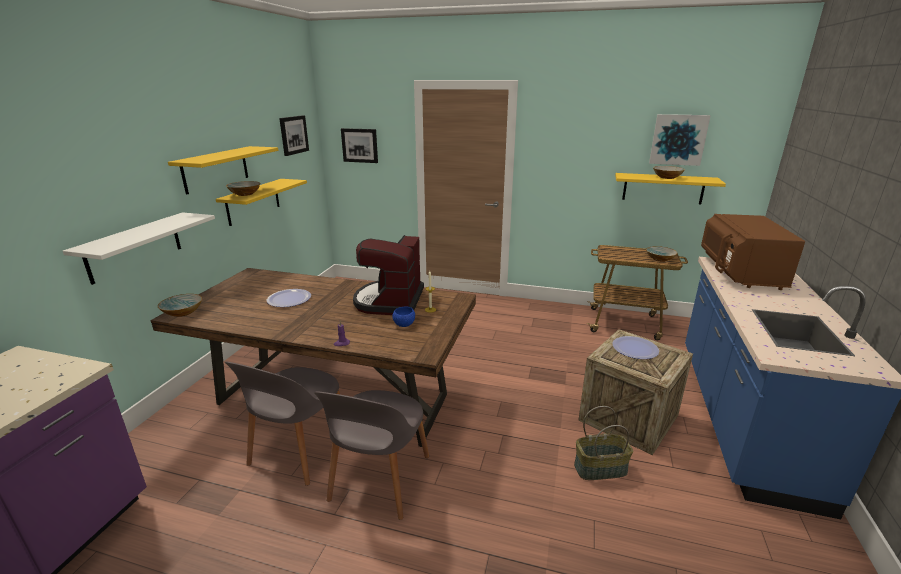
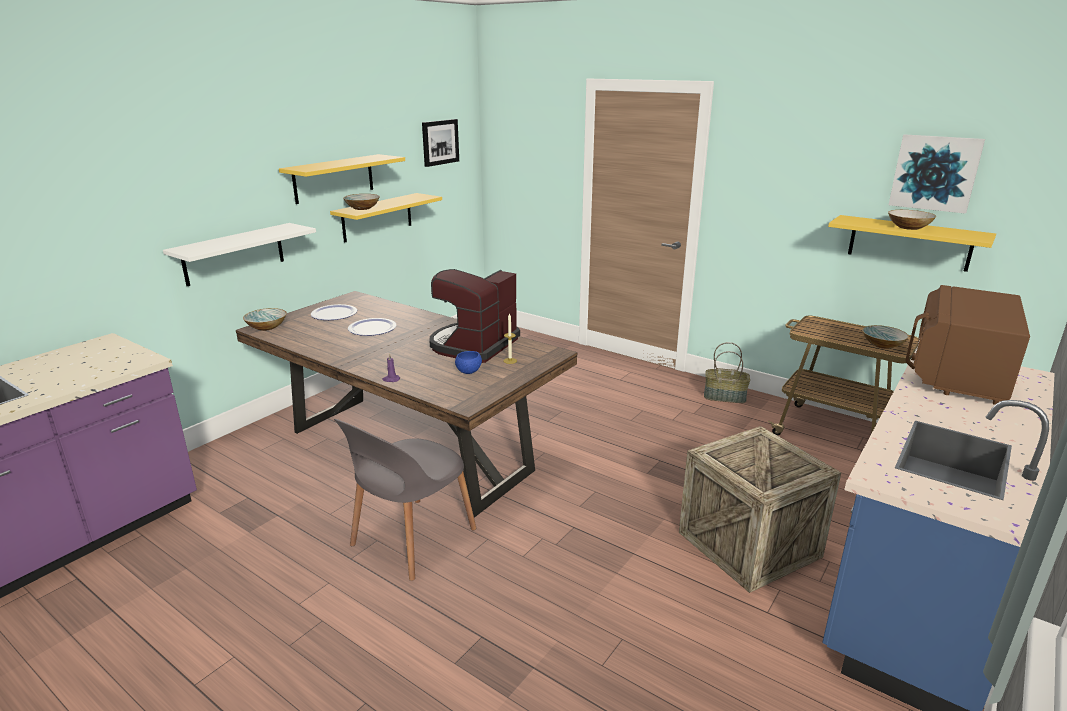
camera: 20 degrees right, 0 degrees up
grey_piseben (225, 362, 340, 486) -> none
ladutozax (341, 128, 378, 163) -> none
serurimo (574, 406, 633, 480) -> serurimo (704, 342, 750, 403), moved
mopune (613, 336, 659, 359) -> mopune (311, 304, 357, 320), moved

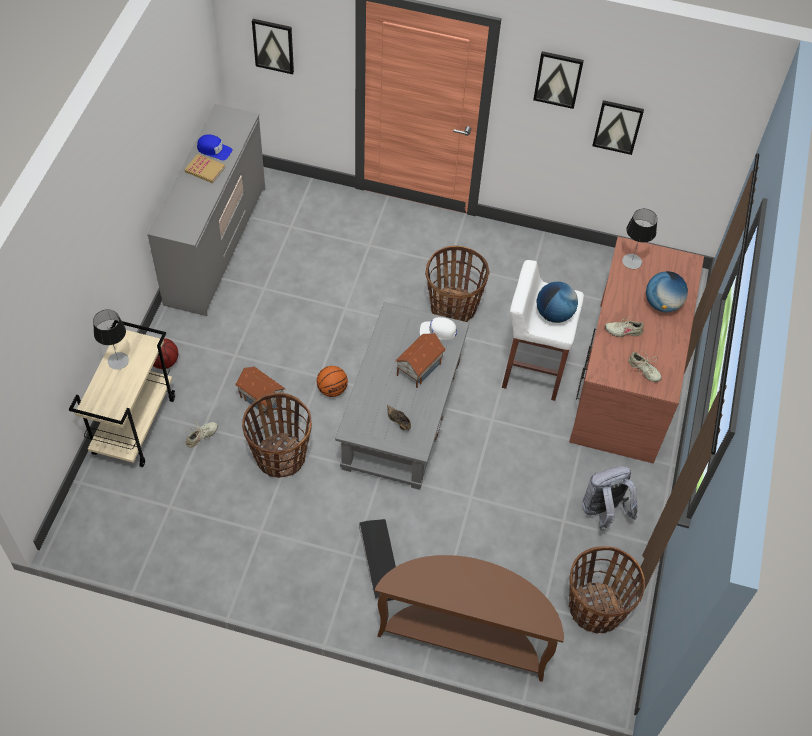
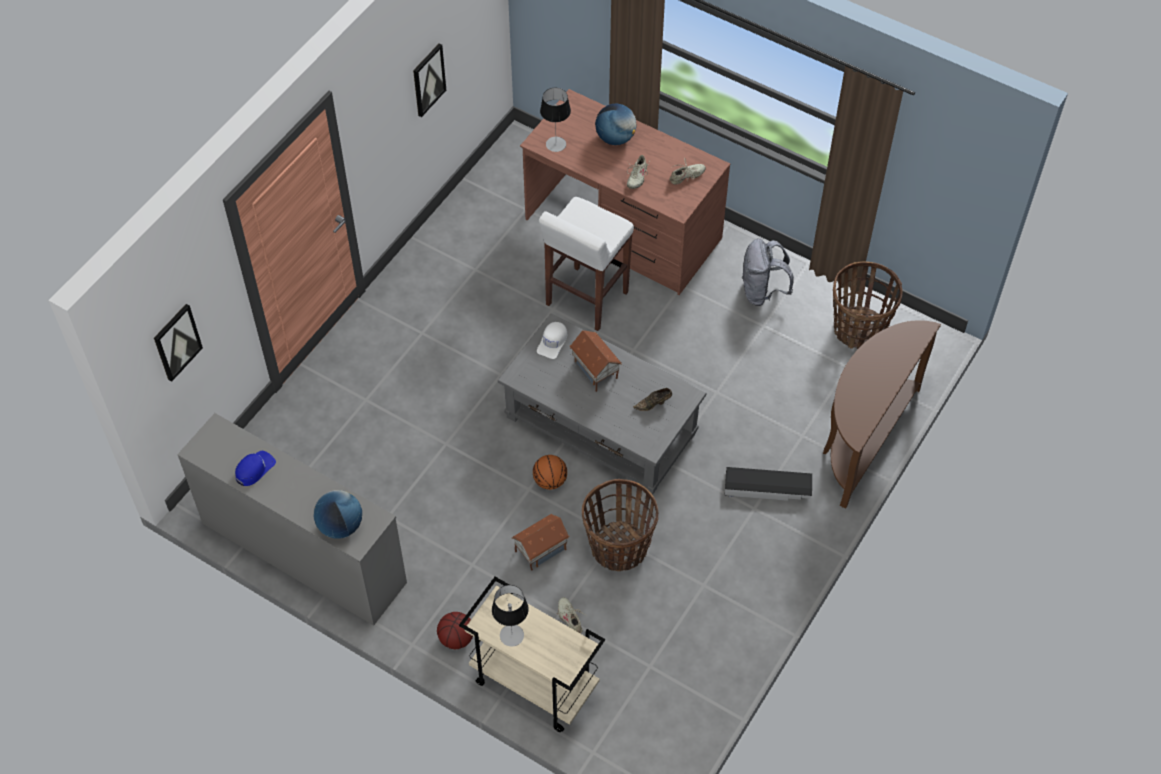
camera: 70 degrees left, 0 degrees up
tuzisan (185, 154, 225, 183) -> none
serurimo (425, 246, 490, 322) -> none
ladutozax (533, 51, 584, 109) -> none
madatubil (536, 282, 578, 323) -> madatubil (314, 490, 362, 539), moved

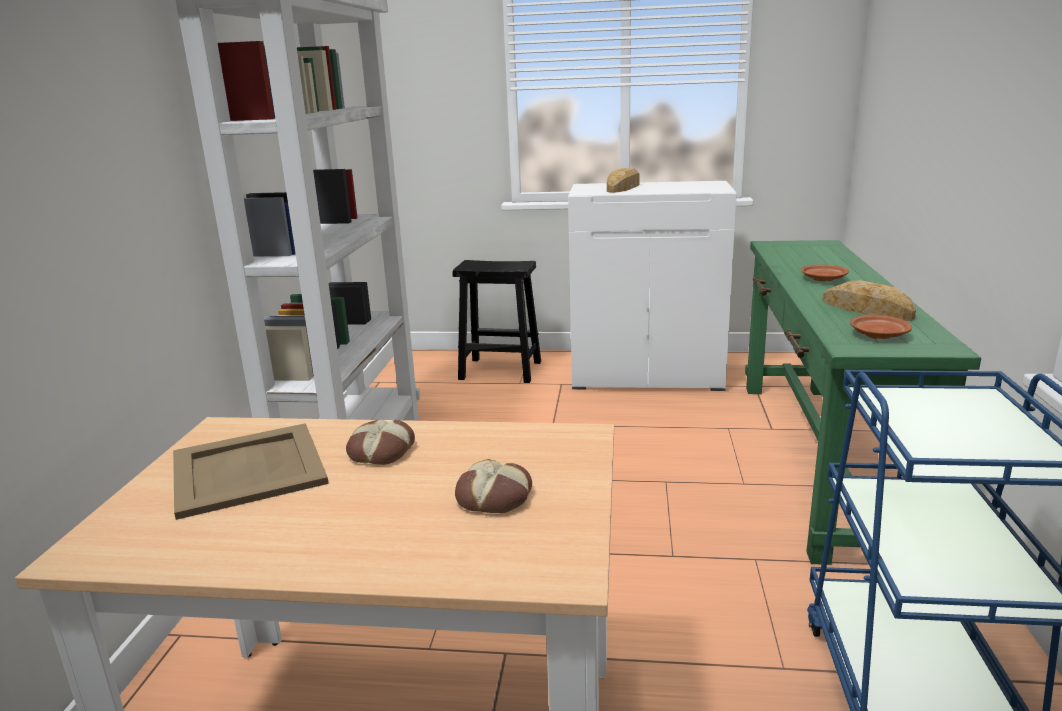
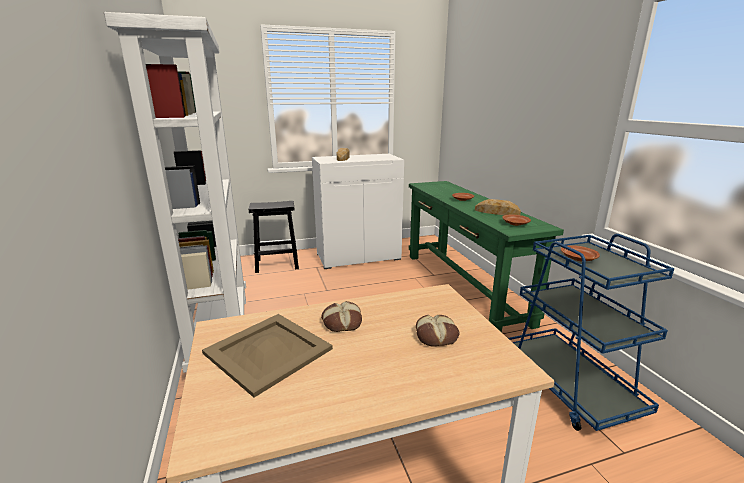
camera: 25 degrees left, 0 degrees up
none -> brown_mopune (561, 245, 600, 262)

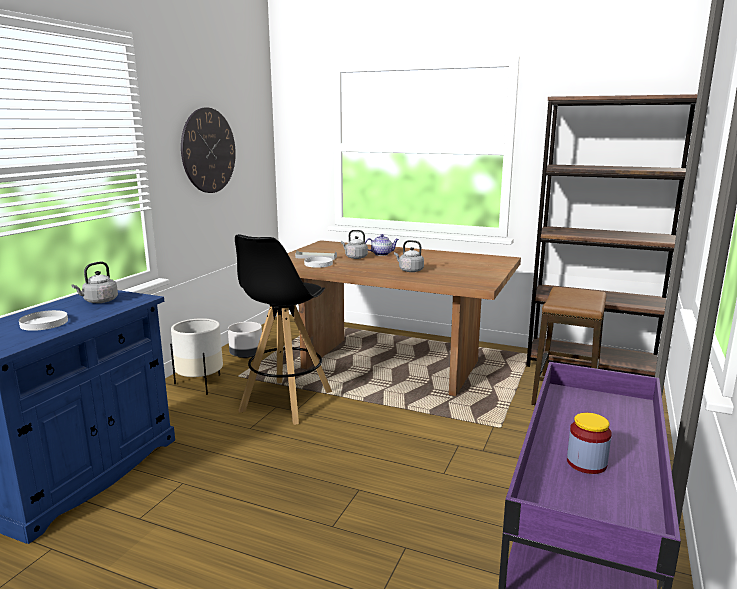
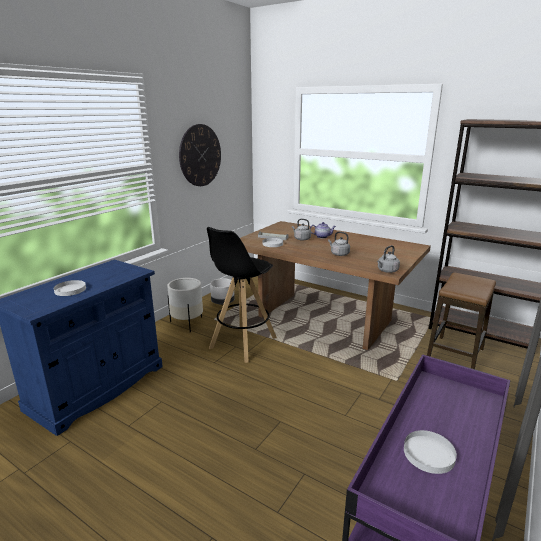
camera: 10 degrees right, 5 degrees up
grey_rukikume (71, 262, 118, 303) -> grey_rukikume (377, 245, 400, 273), moved
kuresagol (567, 413, 611, 474) -> white_mopune (404, 430, 457, 474)

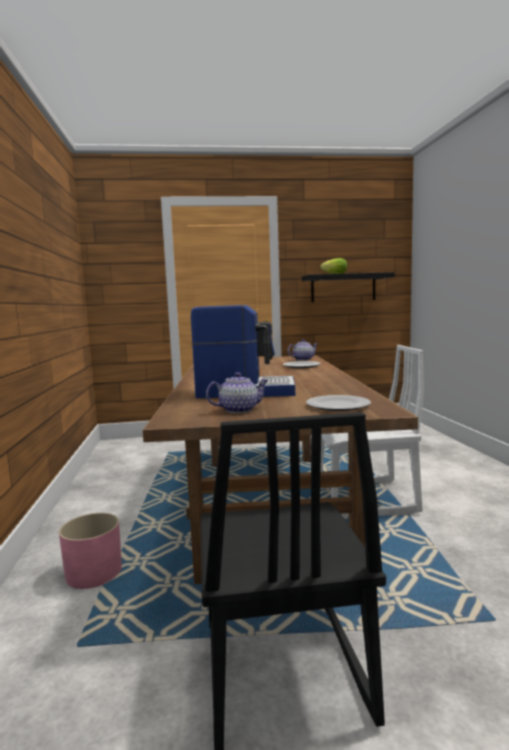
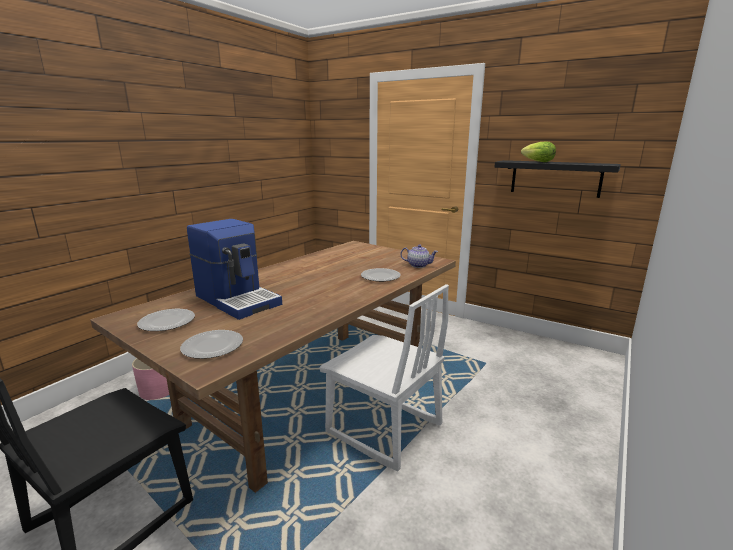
camera: 40 degrees right, 10 degrees up
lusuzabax (206, 372, 269, 413) -> mopune (137, 309, 195, 331)

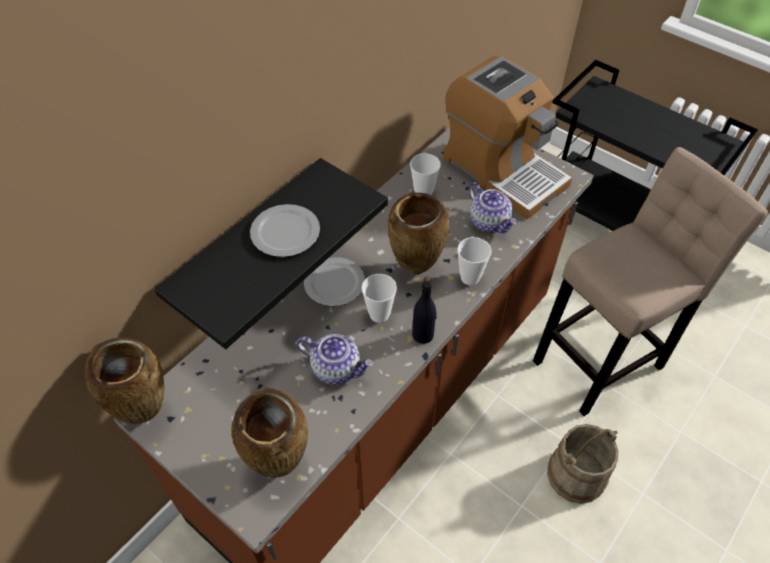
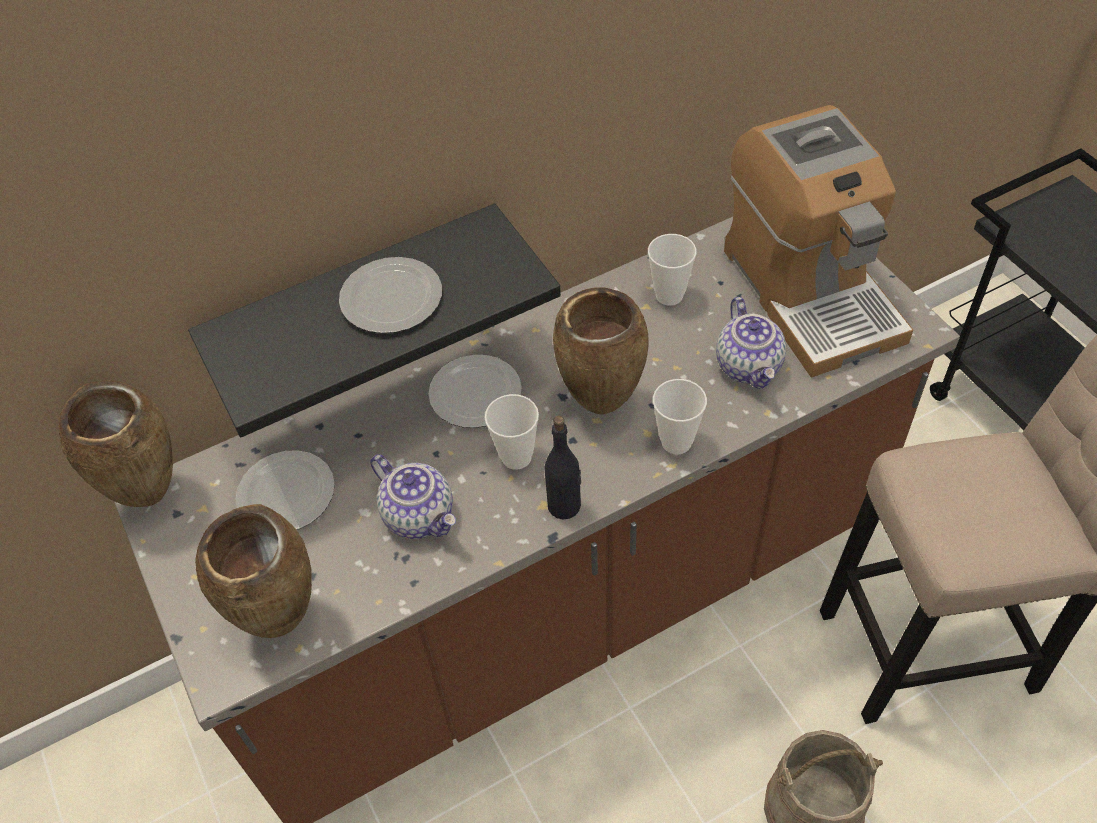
camera: 25 degrees right, 0 degrees up
none -> mopune (236, 450, 335, 530)

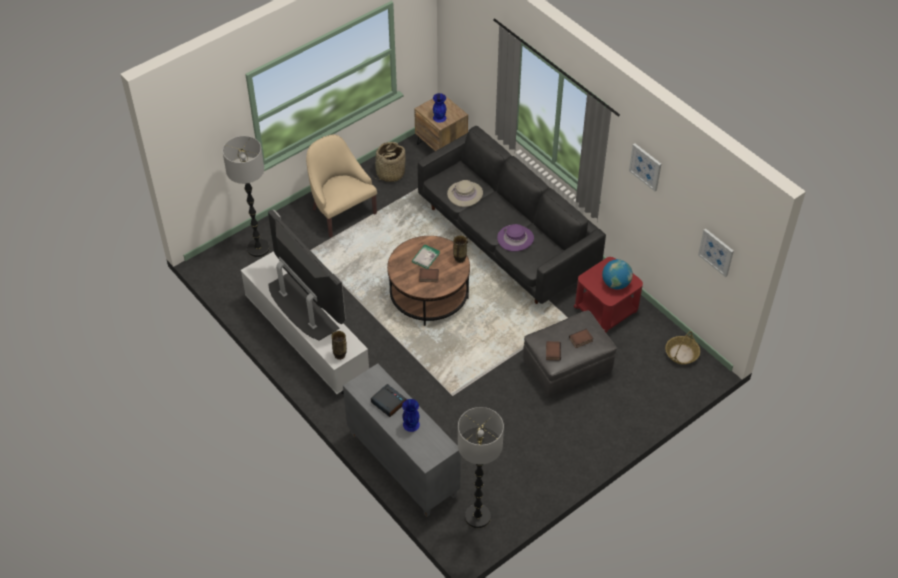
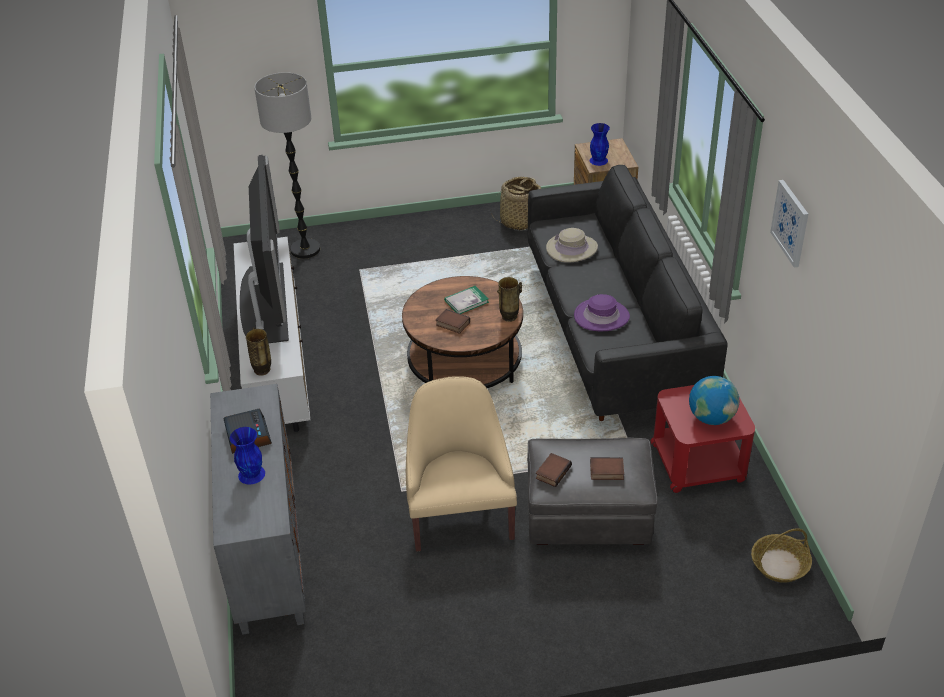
camera: 30 degrees right, 10 degrees down
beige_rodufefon (306, 135, 377, 238) -> beige_rodufefon (406, 376, 517, 552), moved
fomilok (458, 407, 504, 528) -> none
ladutozax (698, 229, 734, 277) -> none

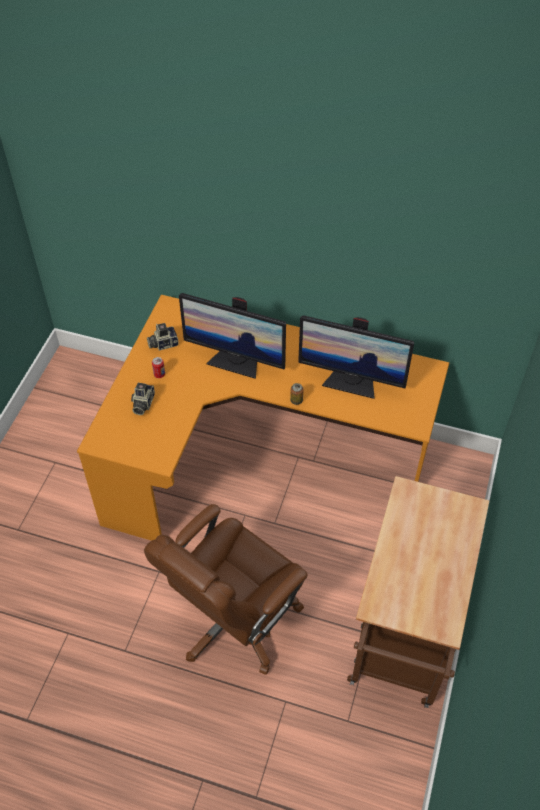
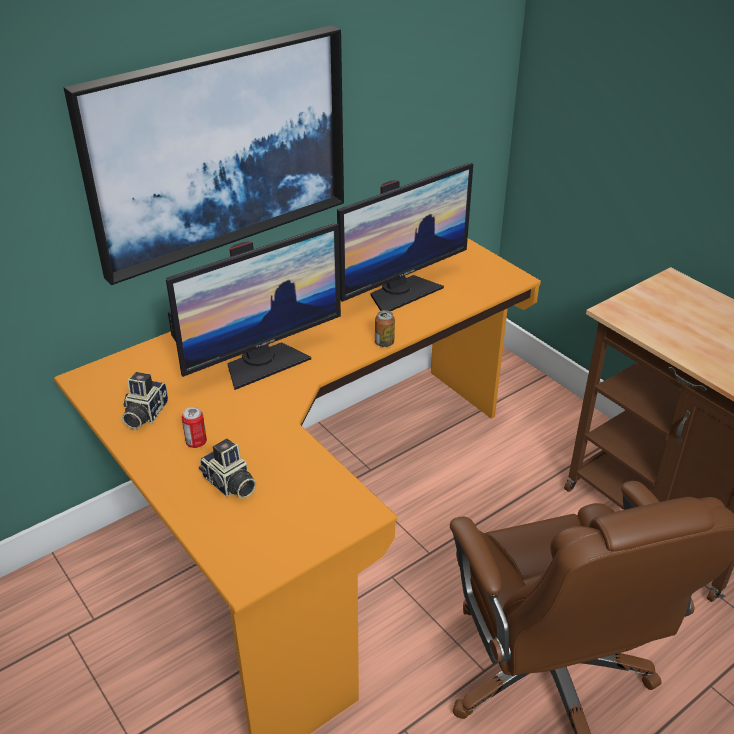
camera: 55 degrees left, 15 degrees down
none -> ladutozax (64, 25, 344, 285)

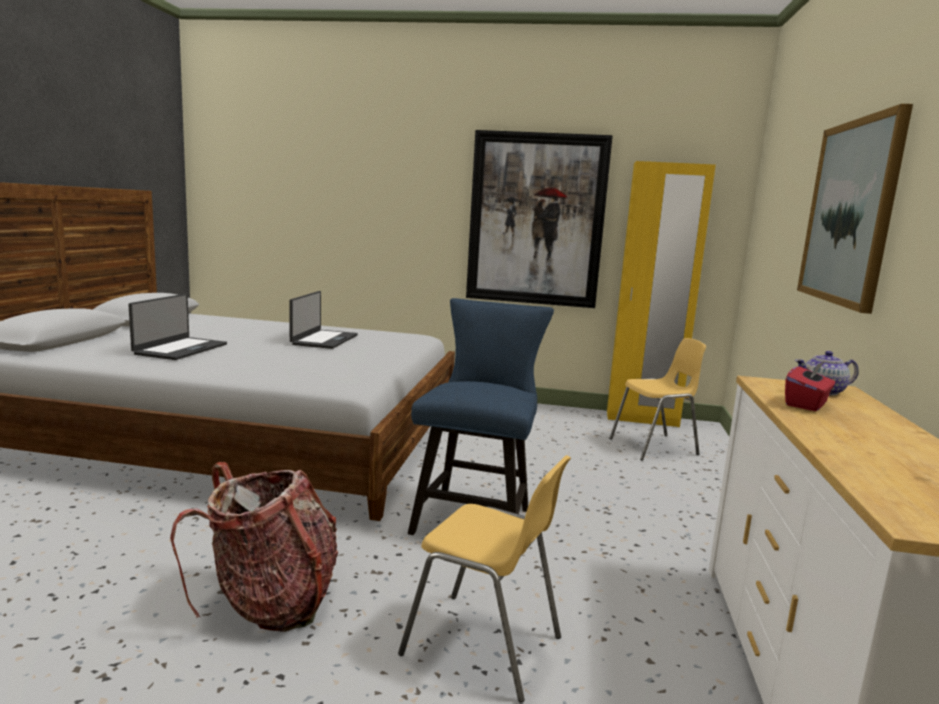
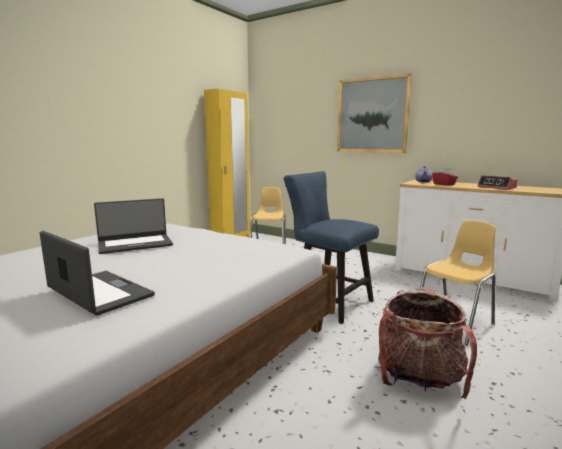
camera: 65 degrees left, 0 degrees up
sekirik (289, 291, 358, 349) -> sekirik (94, 198, 173, 254), 120 degrees clockwise
ladutozax (466, 130, 613, 308) -> none
none -> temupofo (477, 175, 518, 190)

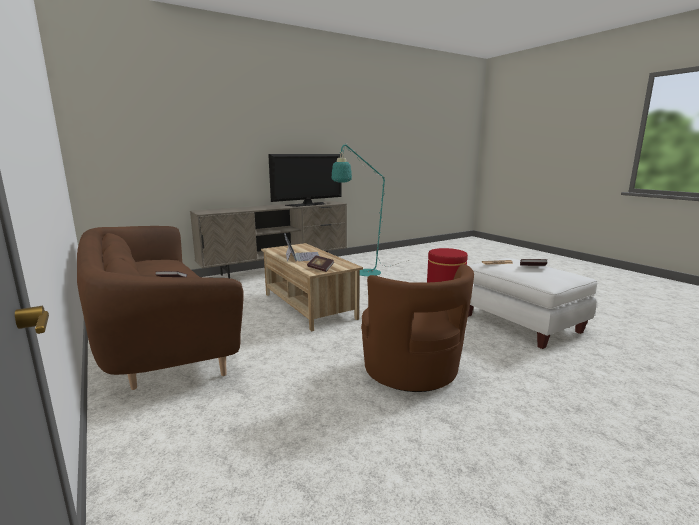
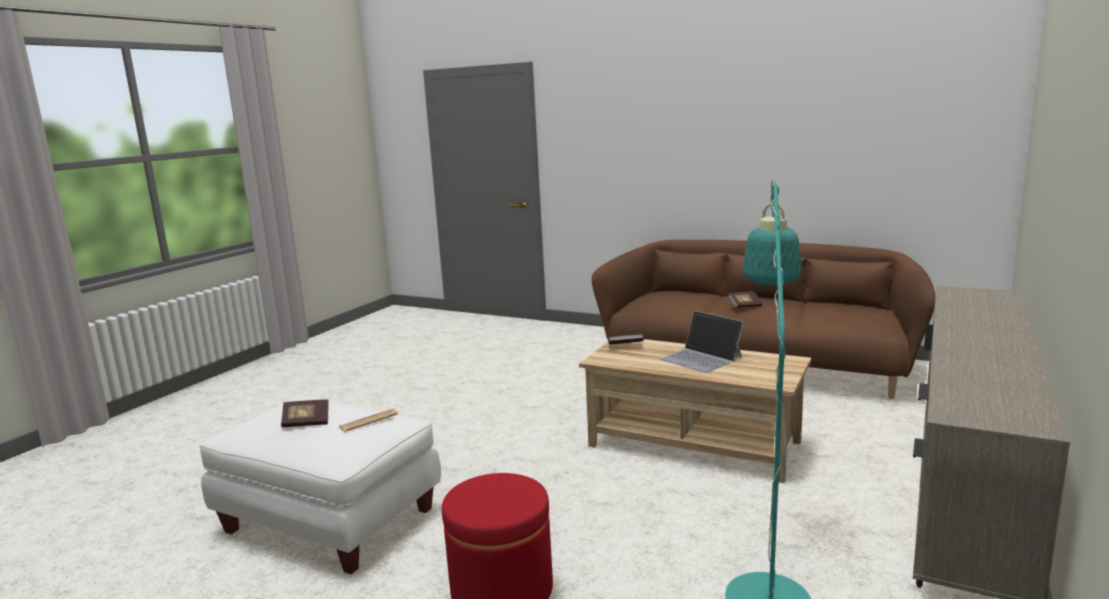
camera: 150 degrees right, 0 degrees up
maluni (268, 154, 342, 207) -> none
brown_rodufefon (361, 264, 474, 392) -> none

